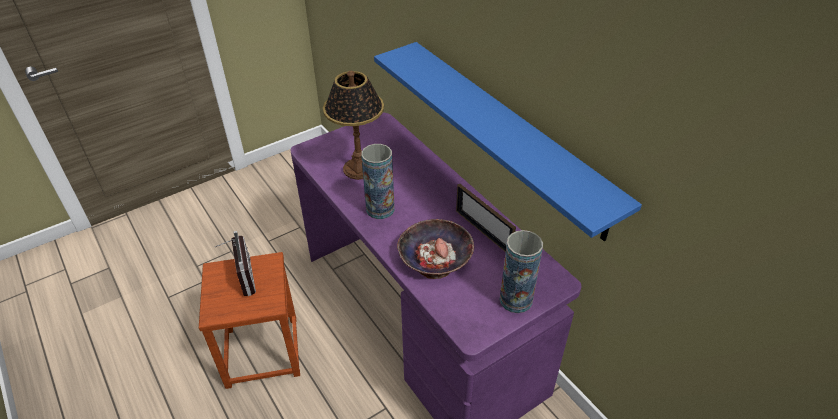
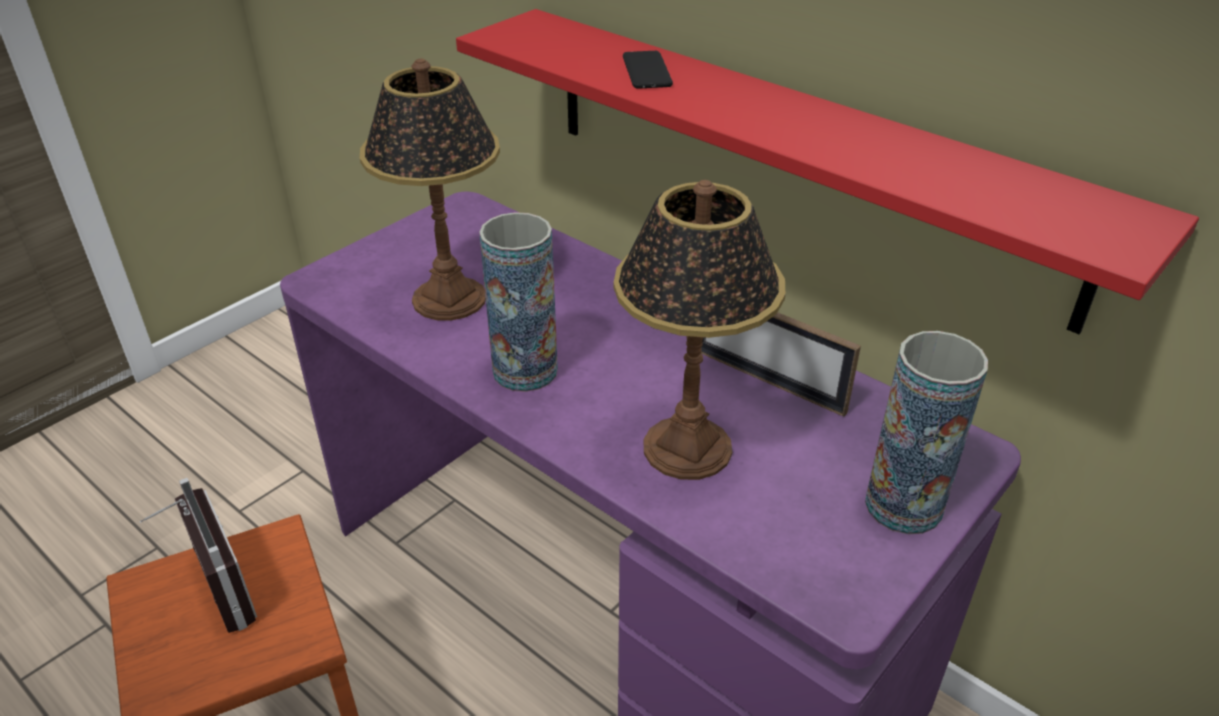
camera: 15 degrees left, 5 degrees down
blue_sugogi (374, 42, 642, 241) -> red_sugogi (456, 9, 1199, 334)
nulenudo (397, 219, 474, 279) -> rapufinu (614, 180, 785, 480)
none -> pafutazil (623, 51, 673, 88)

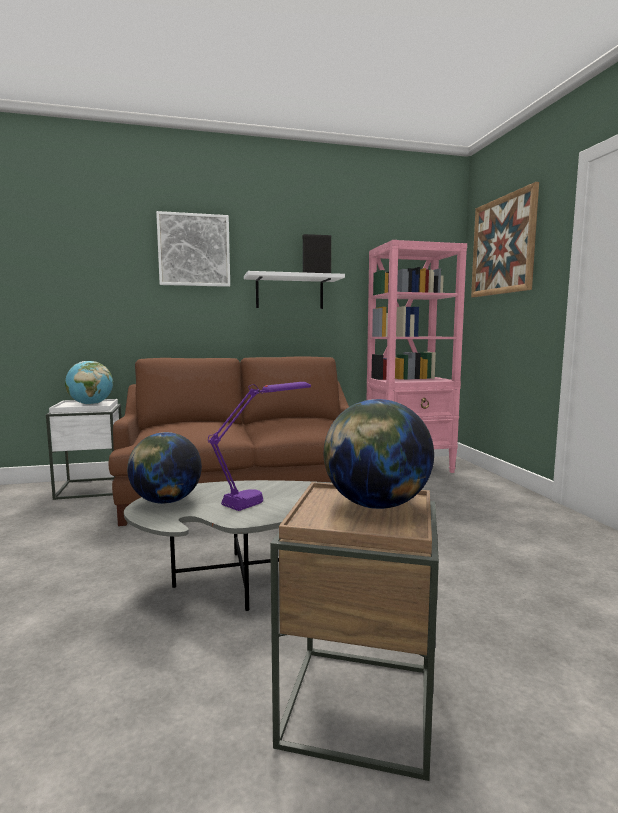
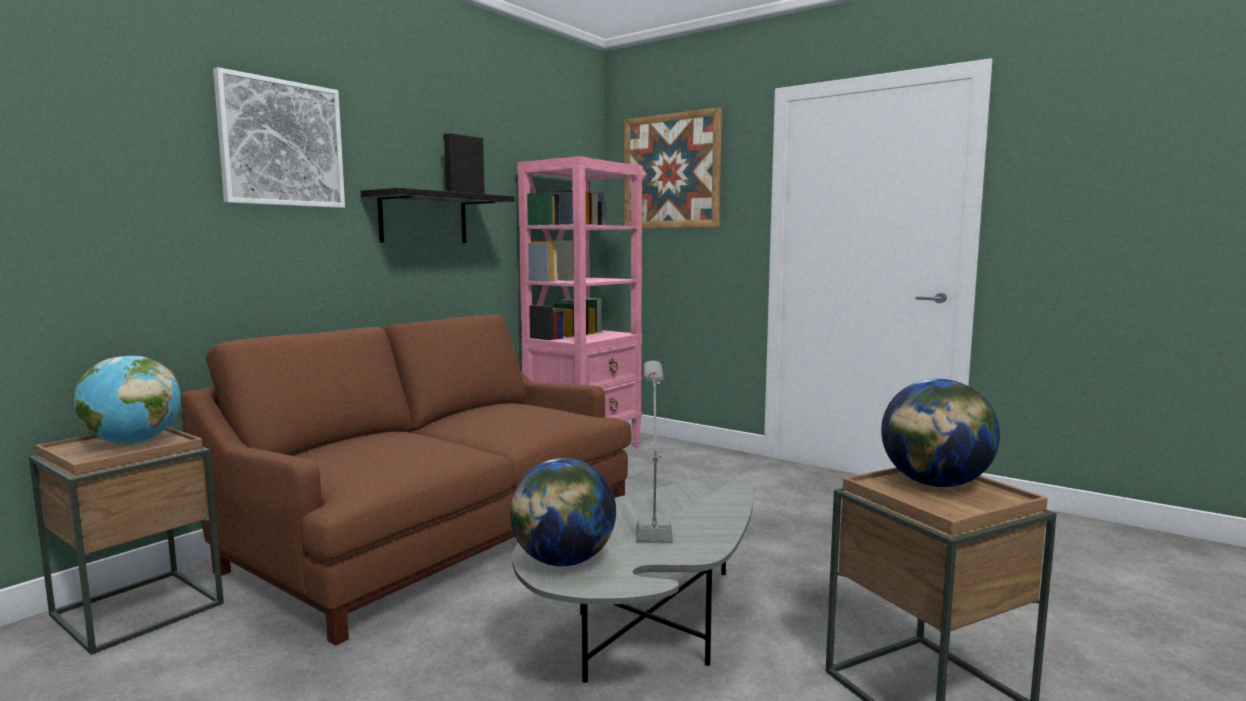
camera: 40 degrees left, 0 degrees up
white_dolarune (46, 399, 122, 500) -> brown_dolarune (29, 427, 224, 655)
purple_rapufinu (208, 382, 311, 511) -> grey_rapufinu (636, 361, 673, 543)
white_sugogi (244, 271, 345, 309) -> black_sugogi (360, 188, 515, 243)

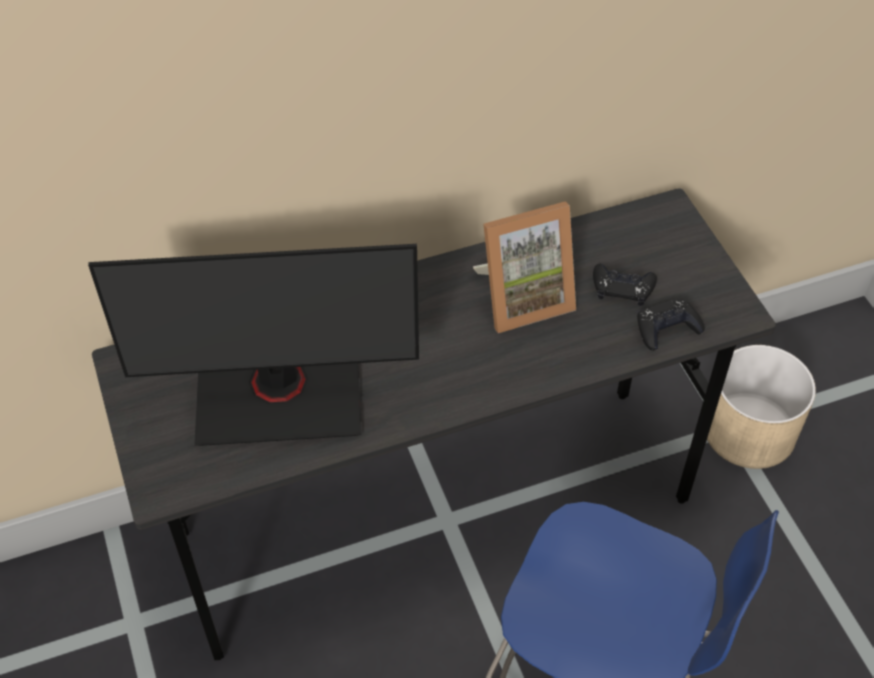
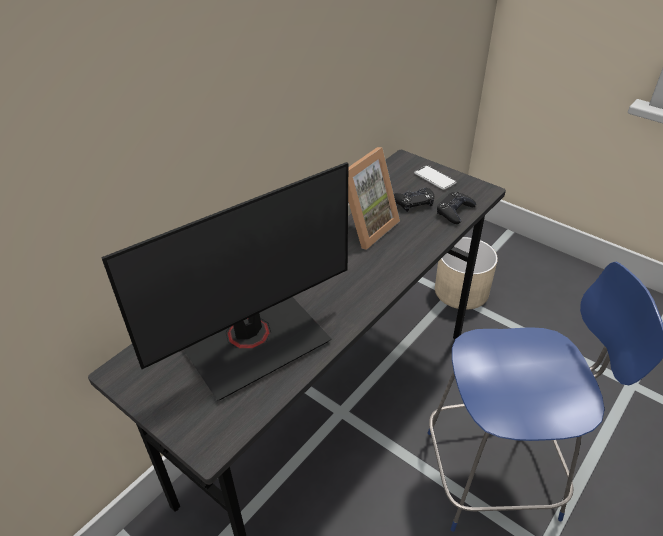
camera: 30 degrees left, 10 degrees down
none -> pafutazil (414, 165, 457, 190)

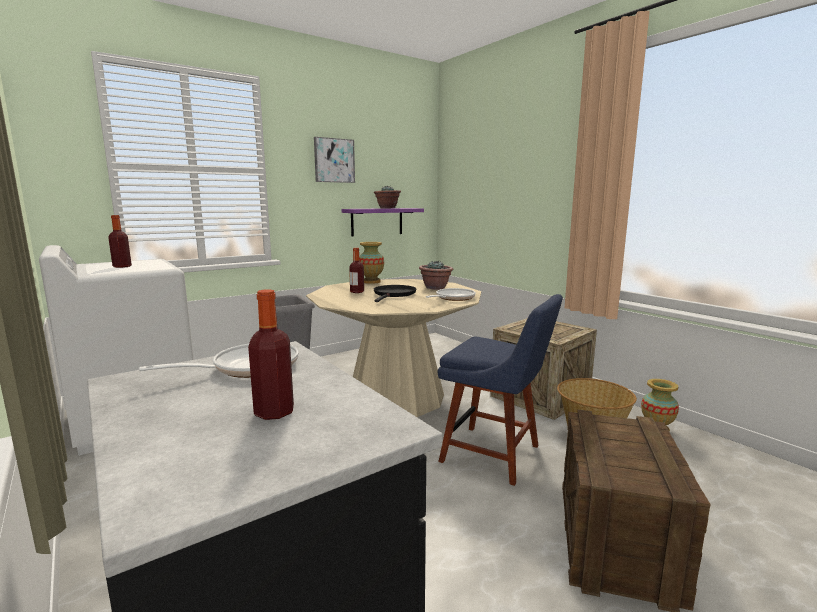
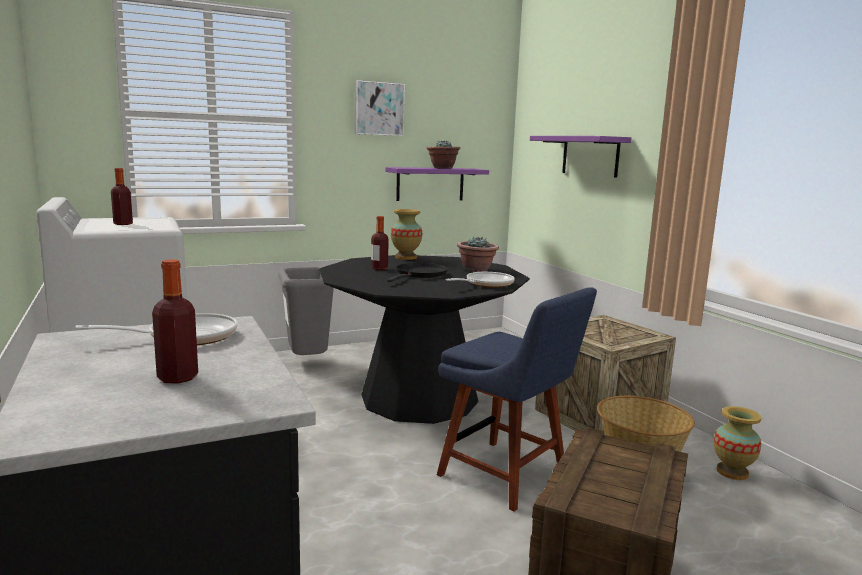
camera: 10 degrees right, 0 degrees up
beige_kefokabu (306, 279, 481, 417) -> black_kefokabu (319, 255, 530, 424)
none -> purple_sugogi (530, 136, 631, 178)

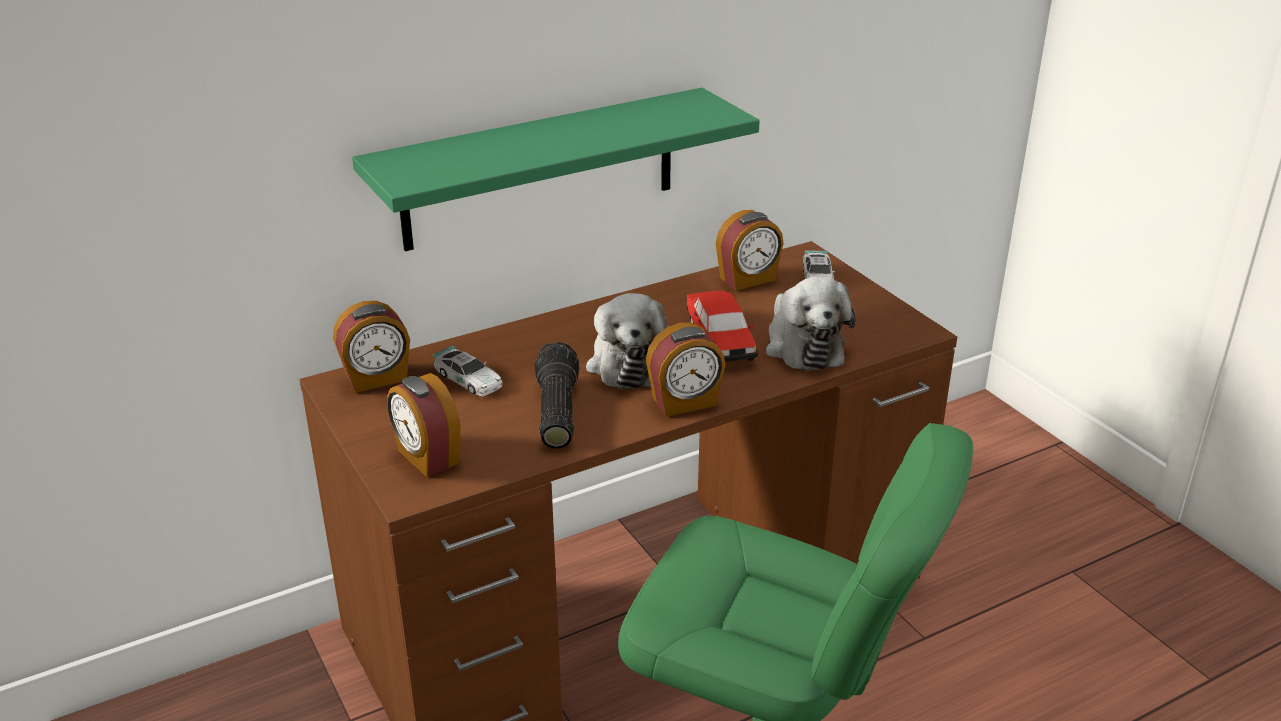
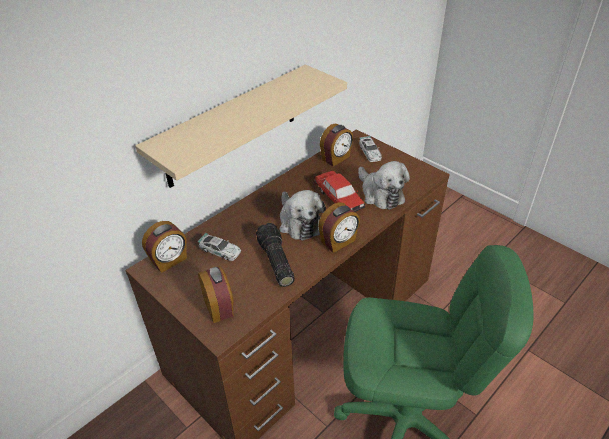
camera: 15 degrees left, 10 degrees up
green_sugogi (352, 88, 760, 251) -> beige_sugogi (135, 65, 347, 188)
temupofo (387, 373, 461, 477) -> temupofo (198, 266, 234, 323), 150 degrees counterclockwise

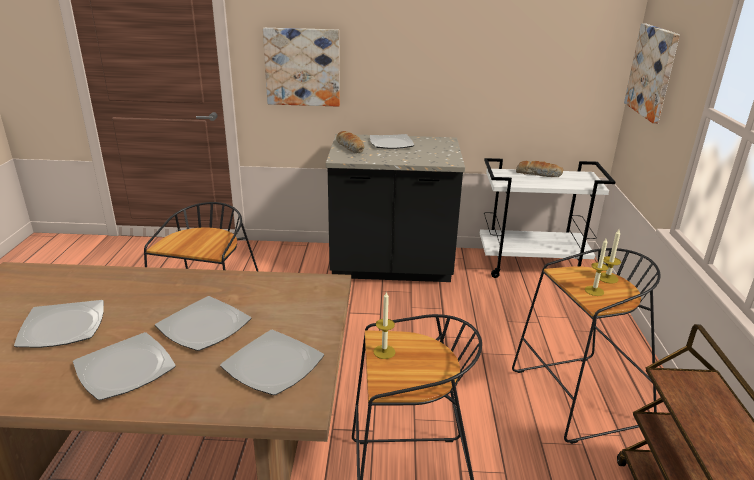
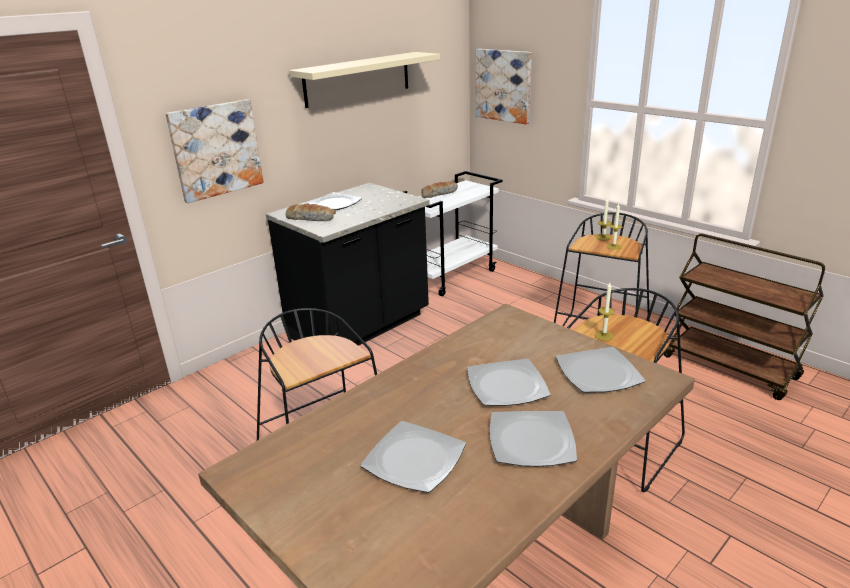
camera: 45 degrees left, 0 degrees up
none -> beige_sugogi (289, 52, 440, 108)

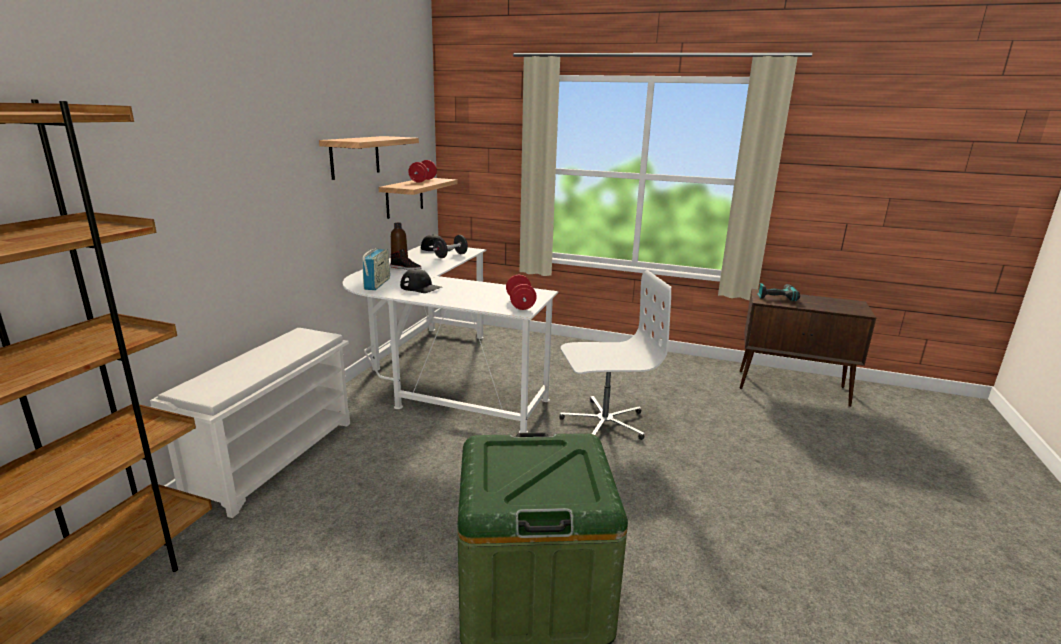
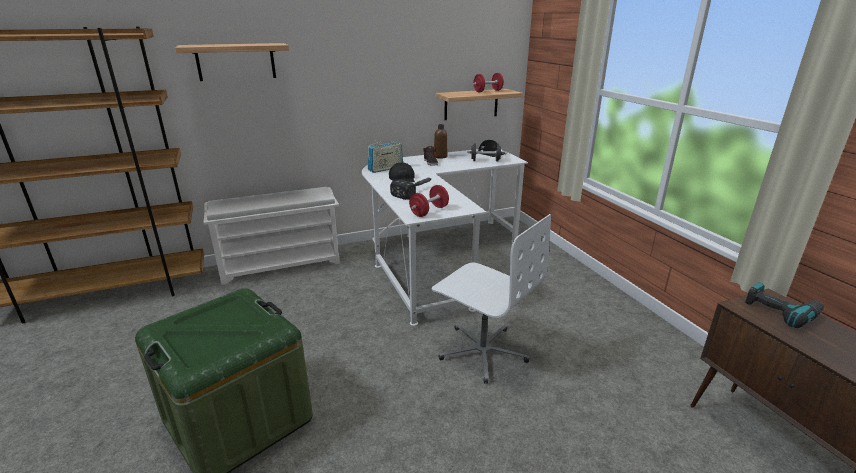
camera: 50 degrees right, 5 degrees up
sugogi (319, 136, 419, 180) -> sugogi (175, 43, 289, 81), moved
none -> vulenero (390, 178, 432, 200)

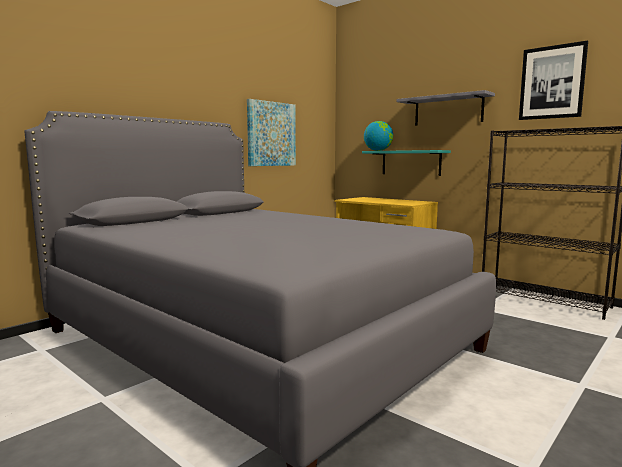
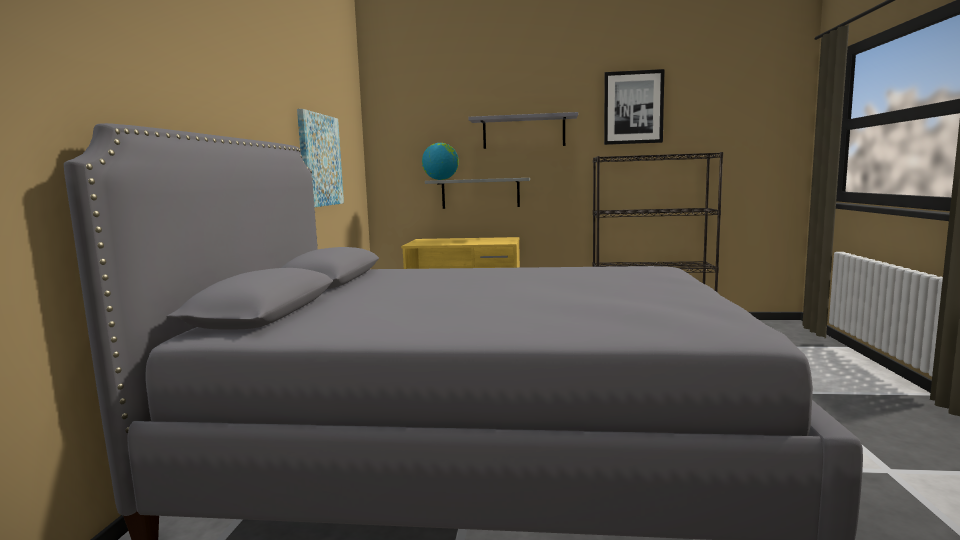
camera: 35 degrees left, 0 degrees up
turquoise_sugogi (362, 150, 451, 176) -> grey_sugogi (425, 178, 530, 209)

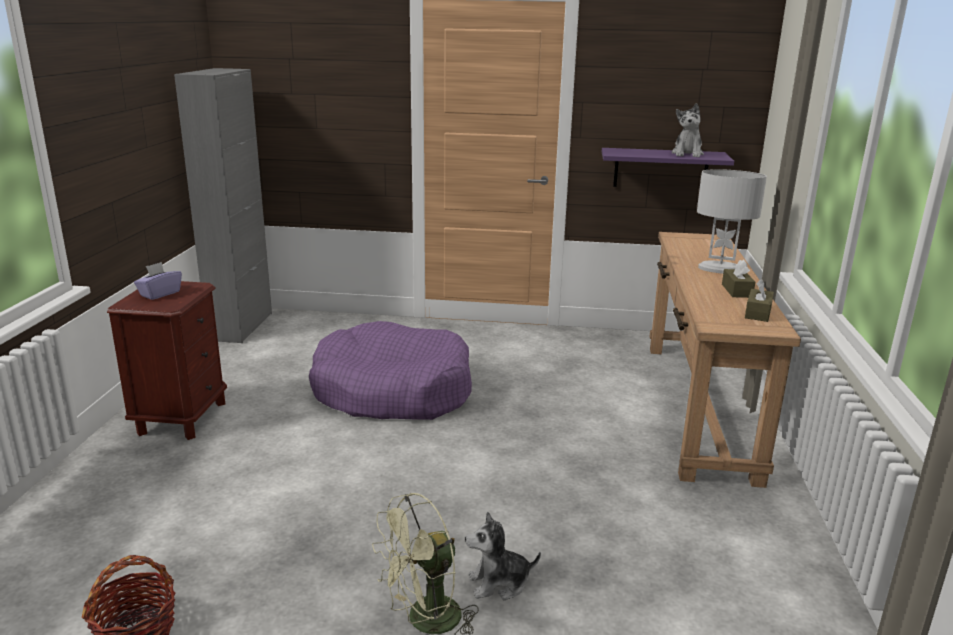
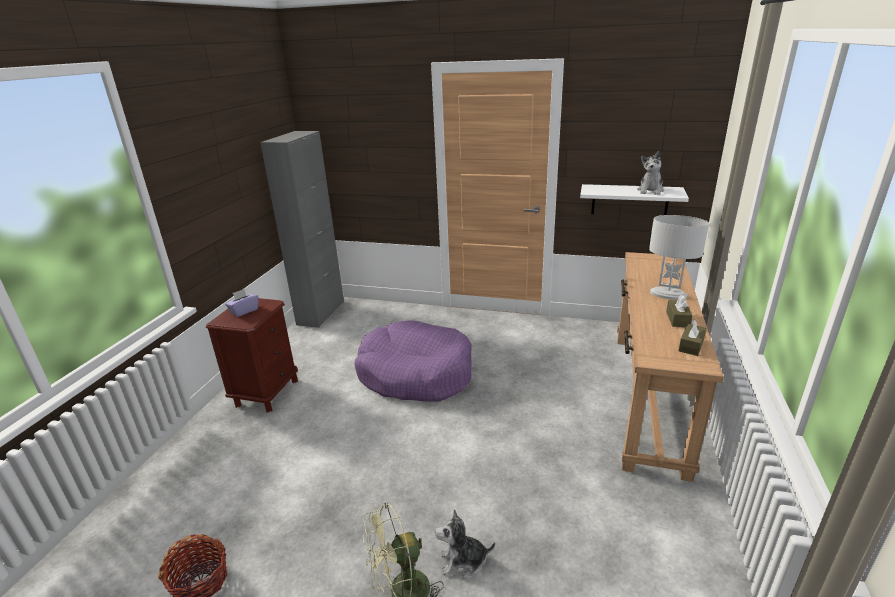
camera: 10 degrees right, 5 degrees up
purple_sugogi (602, 148, 734, 187) -> white_sugogi (580, 184, 689, 215)

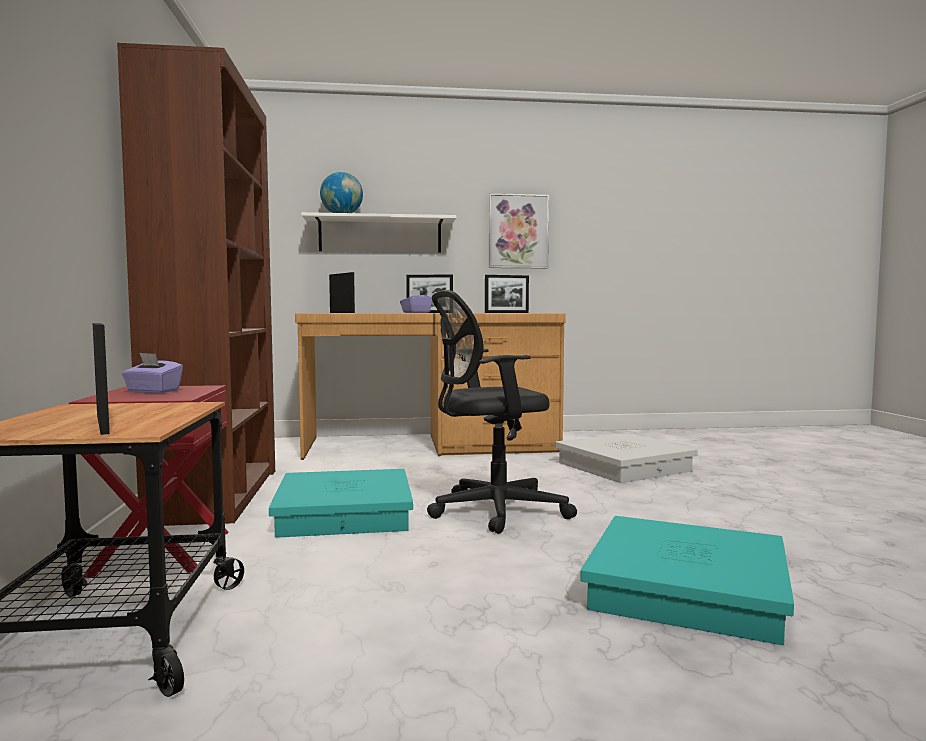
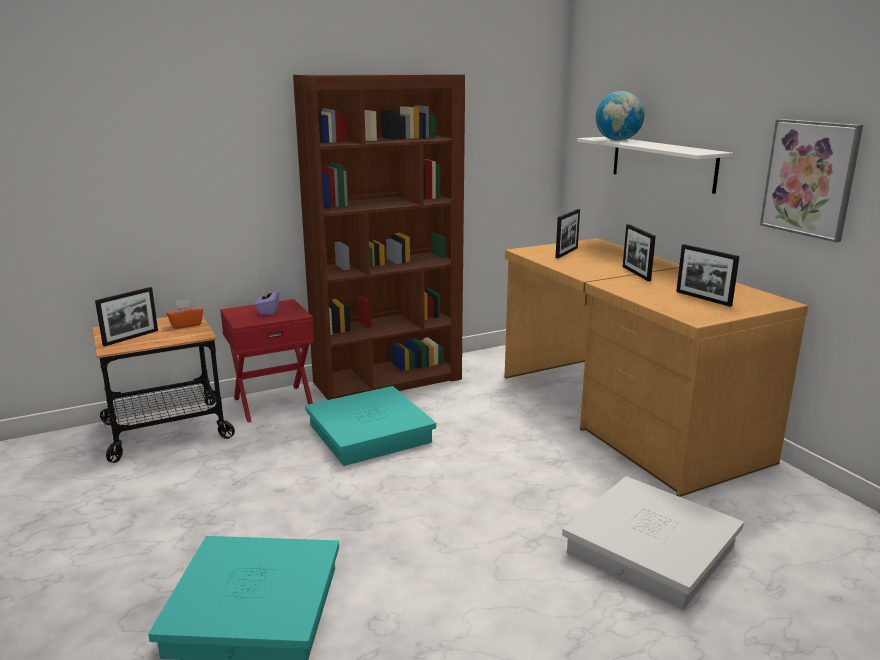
camera: 70 degrees right, 15 degrees up
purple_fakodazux (400, 290, 432, 313) -> none
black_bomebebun (427, 290, 577, 534) -> none
none -> orange_fakodazux (166, 299, 203, 329)

